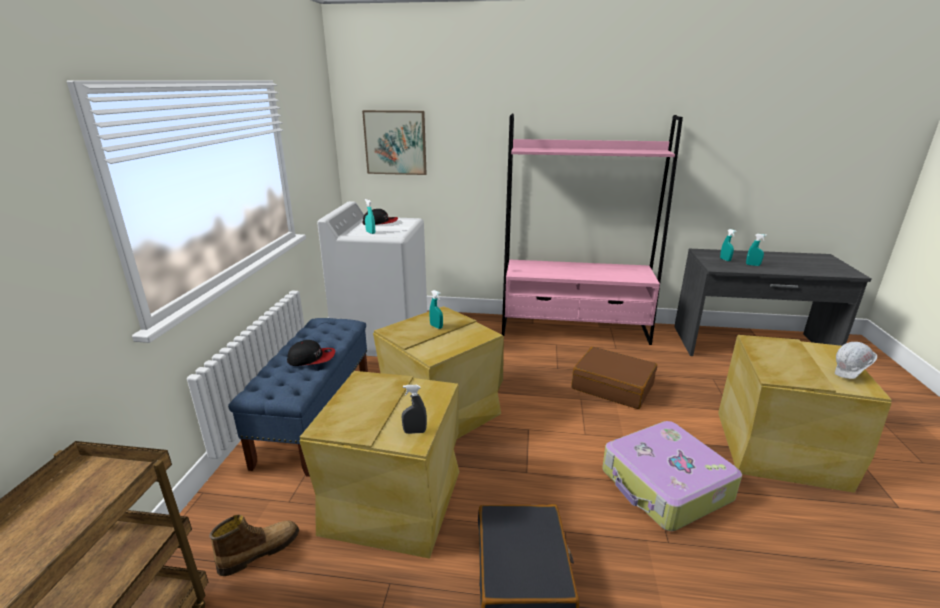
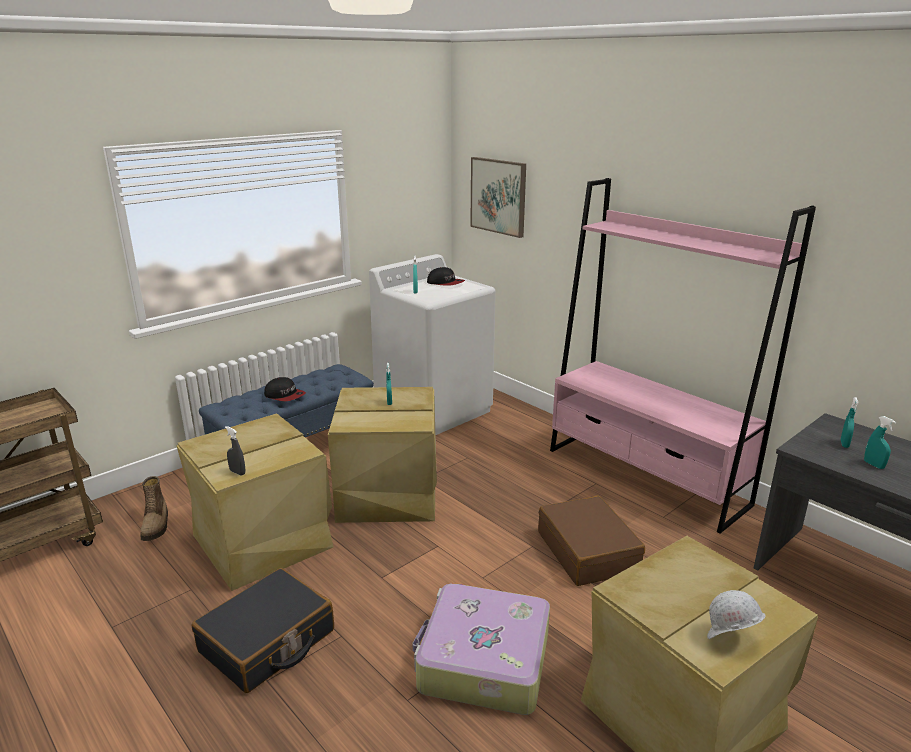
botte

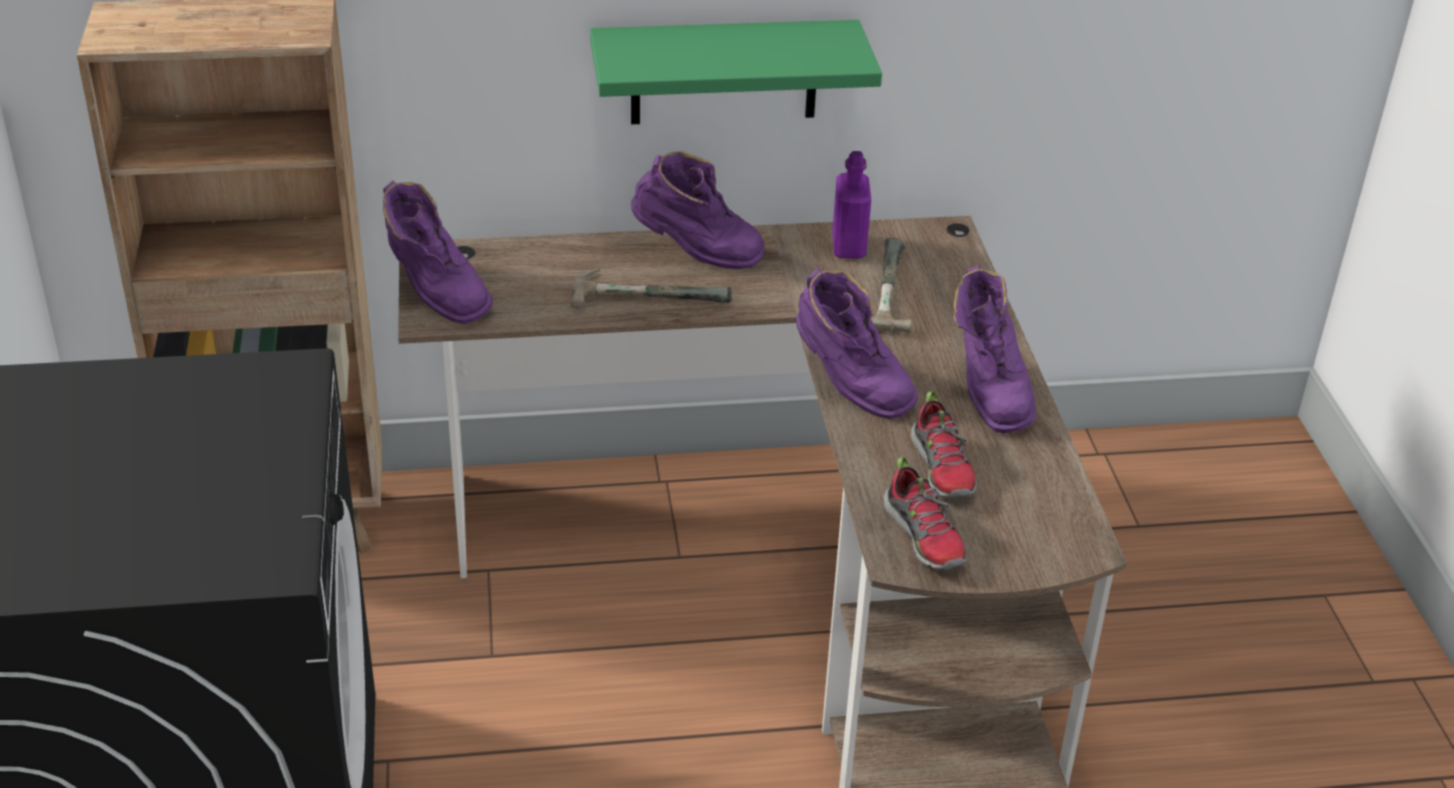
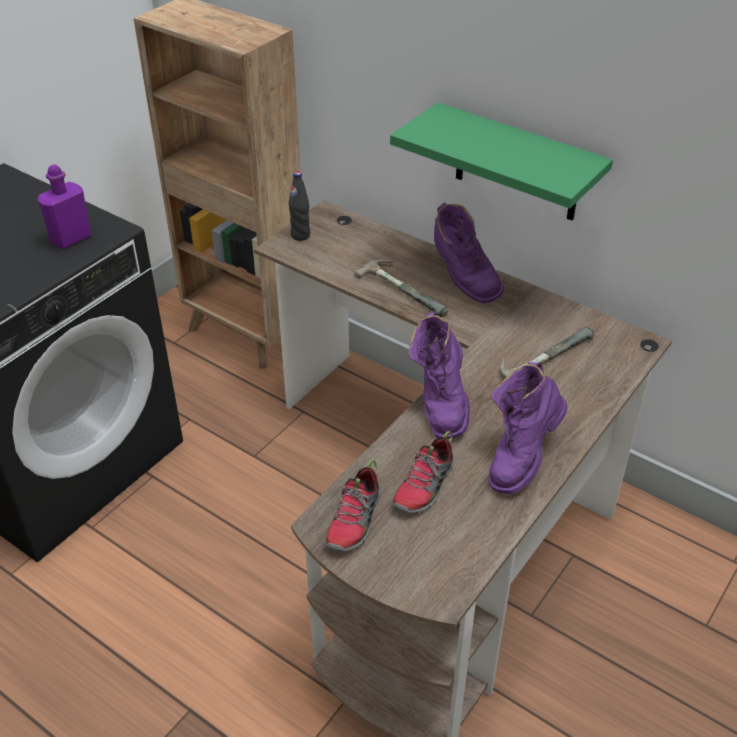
bouteille/violet
bouteille/noir

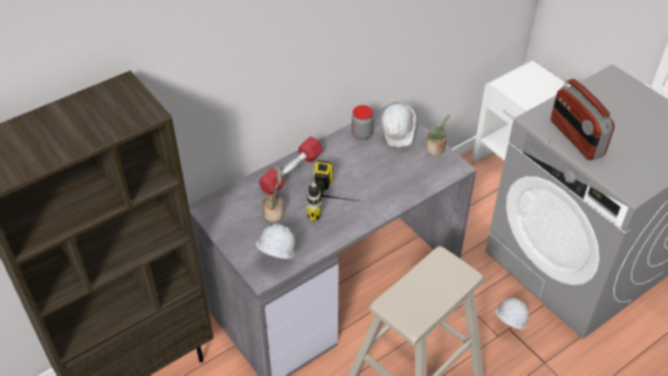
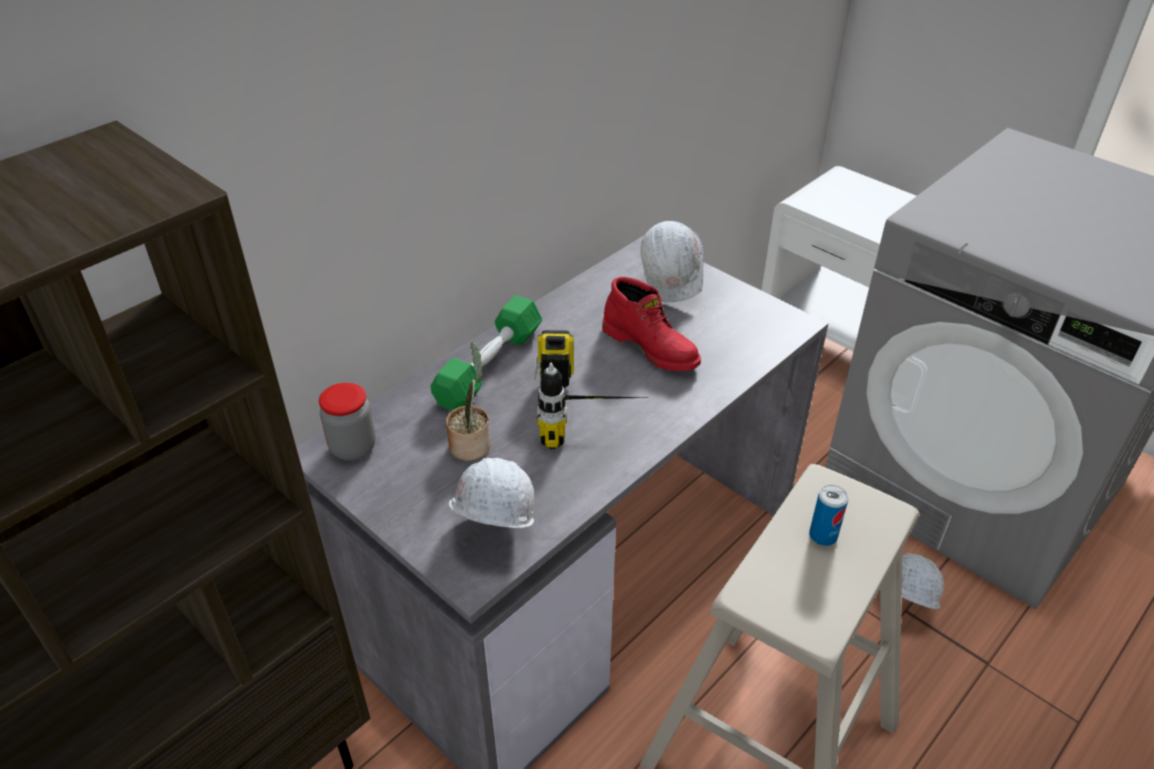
bocal
haltère/vert
botte/rouge
boîte métallique
plante en pot (no. 2 from left in the first image)
radio

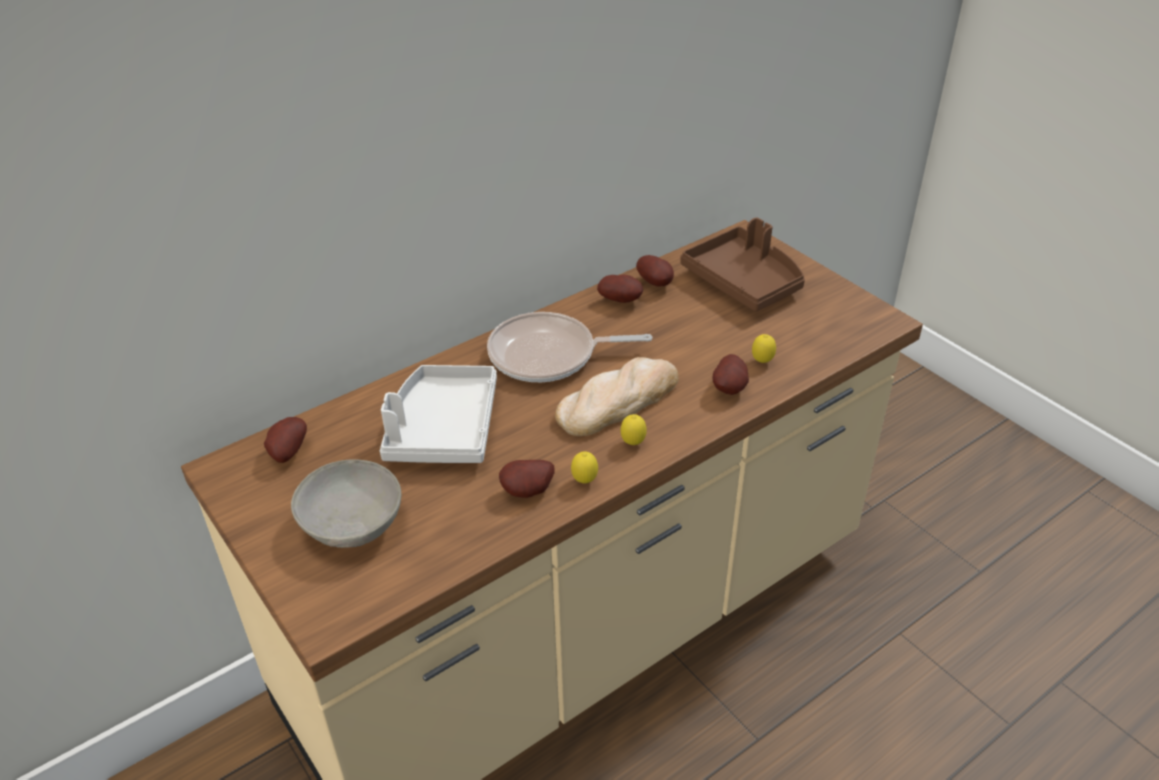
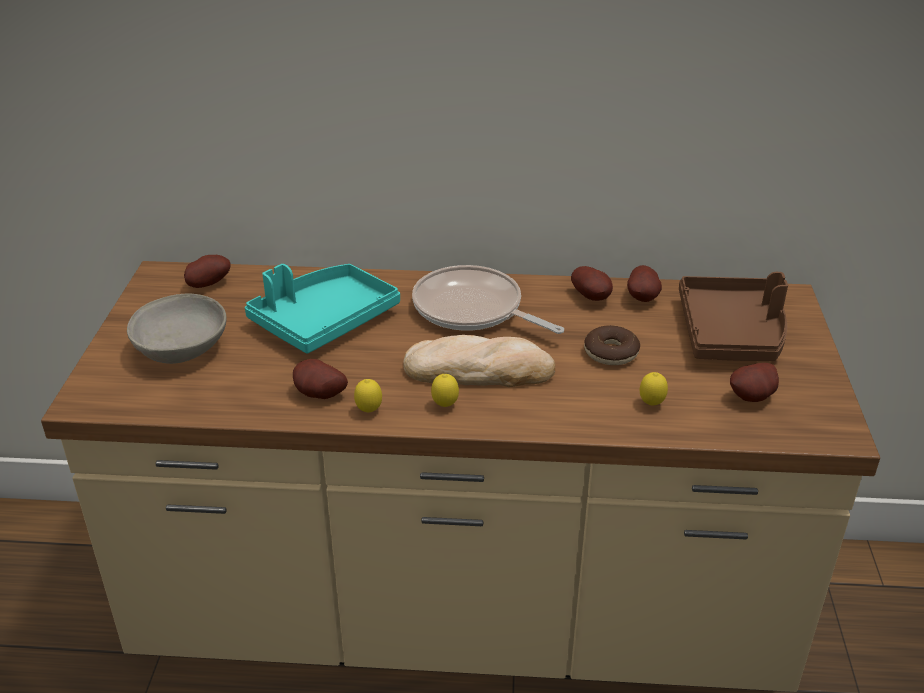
plateau/turquoise
beignet
pomme de terre (no. 5 from left)

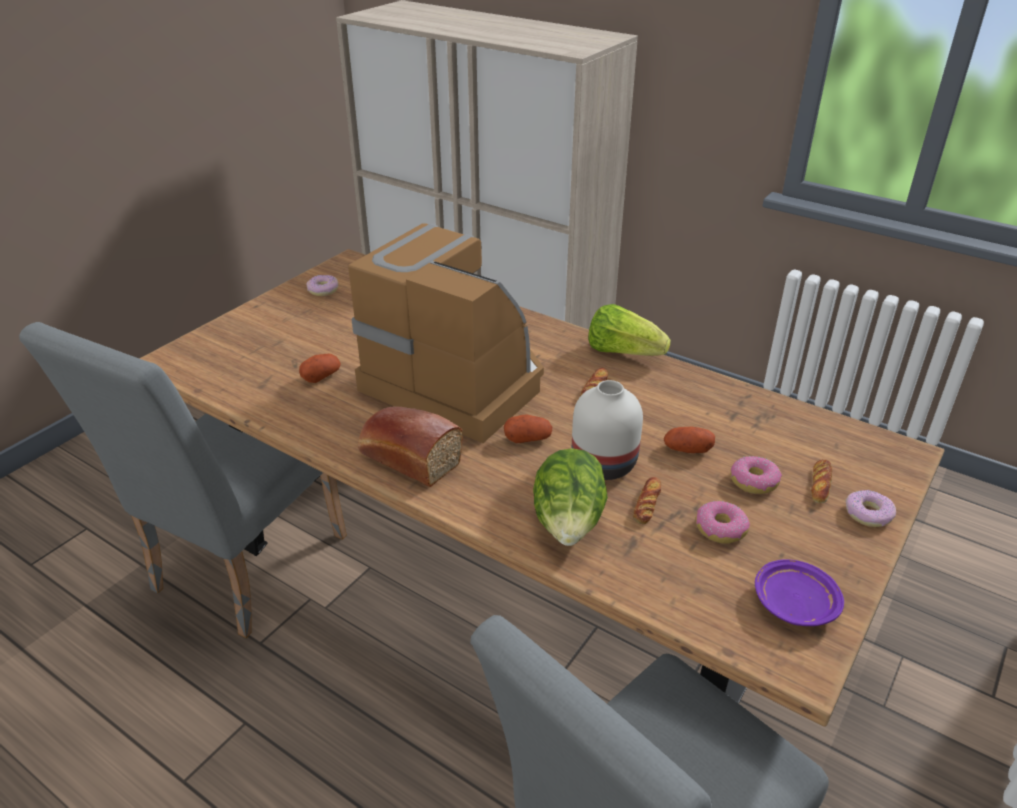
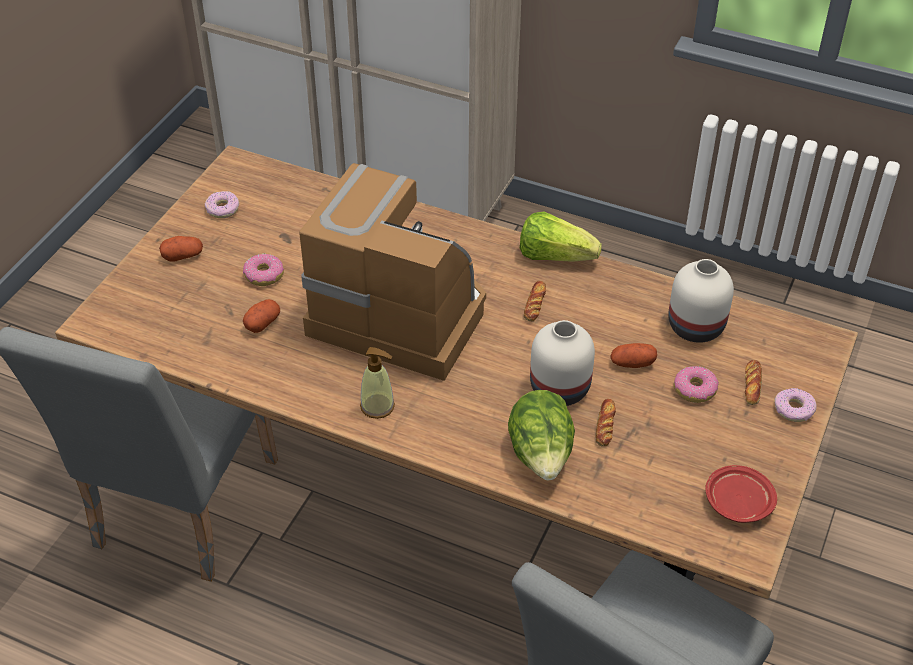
pomme de terre (no. 1 from left)
beignet (no. 2 from left)
distributeur de savon
vase/blanc (no. 2 from left)
assiette/rouge

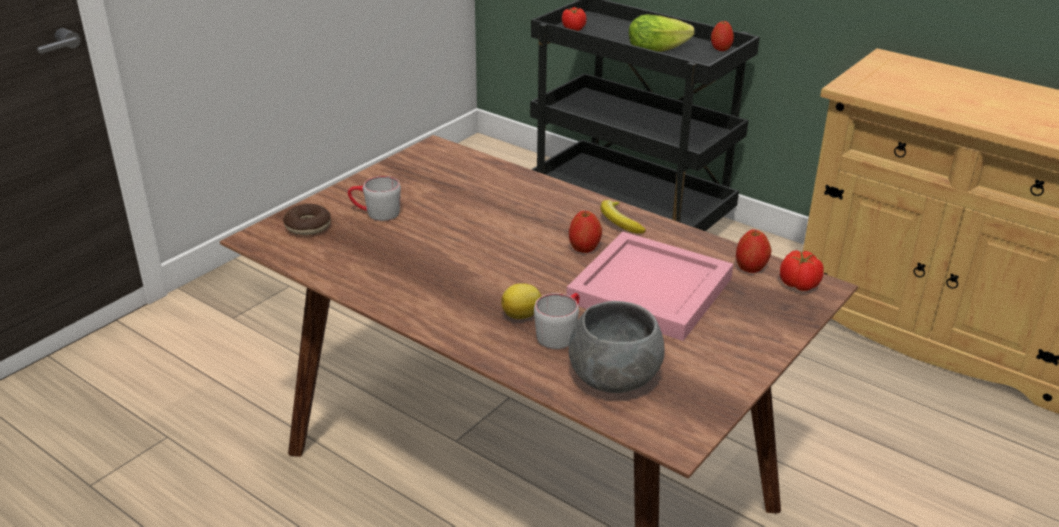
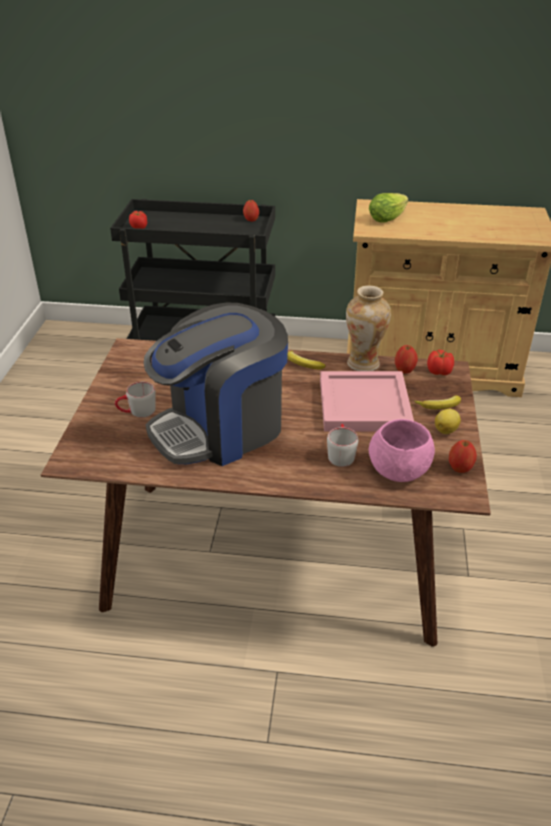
machine à café
vase
laitue
bol/rose
banane (no. 2 from left)
citron
pomme (no. 3 from left)
beignet

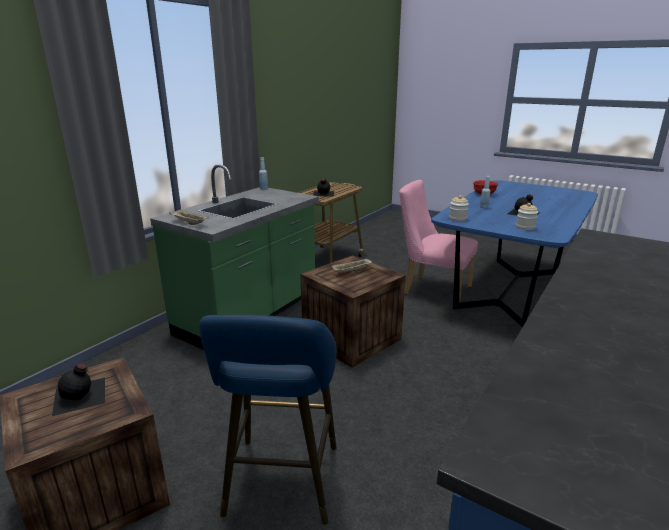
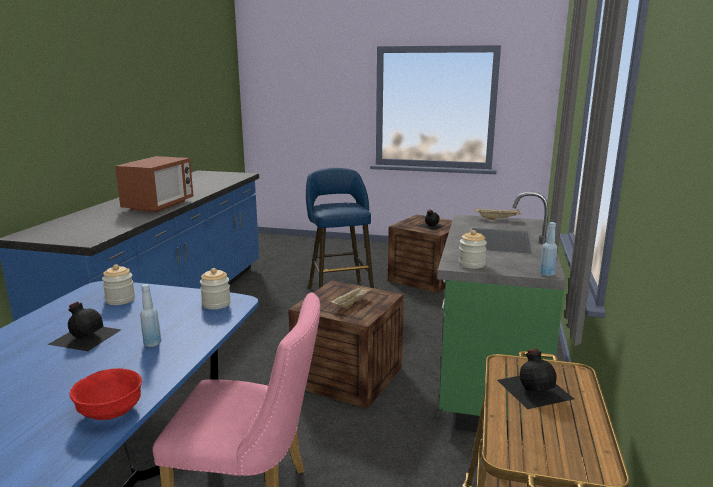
micro-ondes
bocal (no. 3 from left)

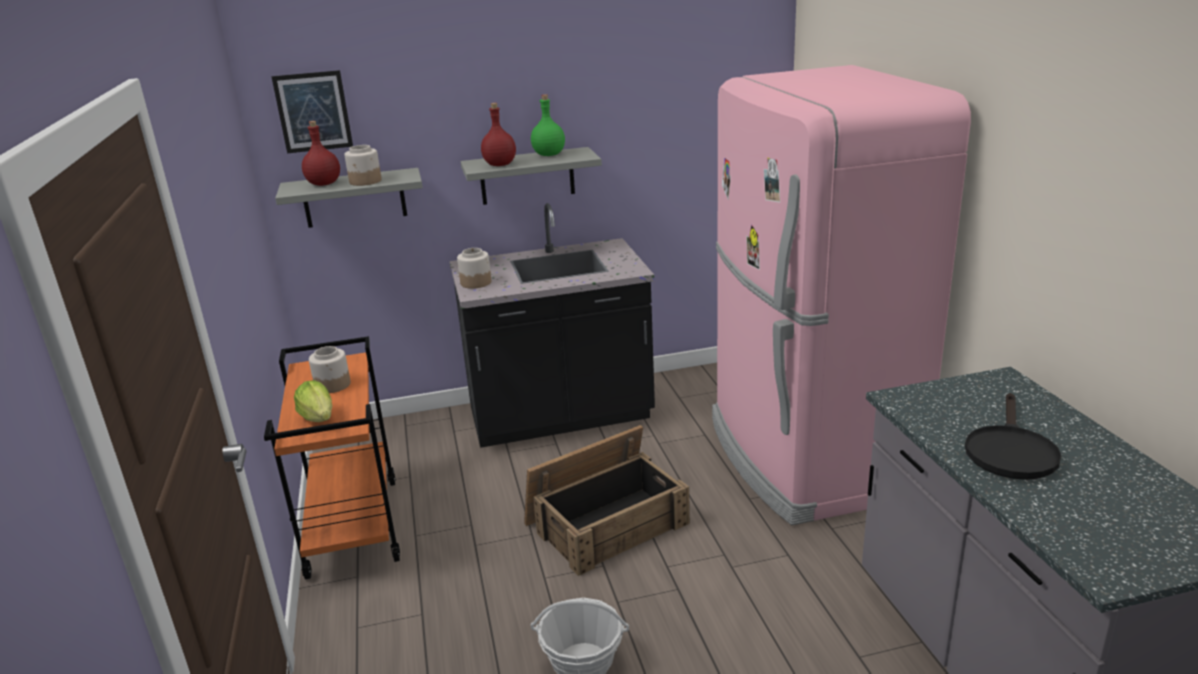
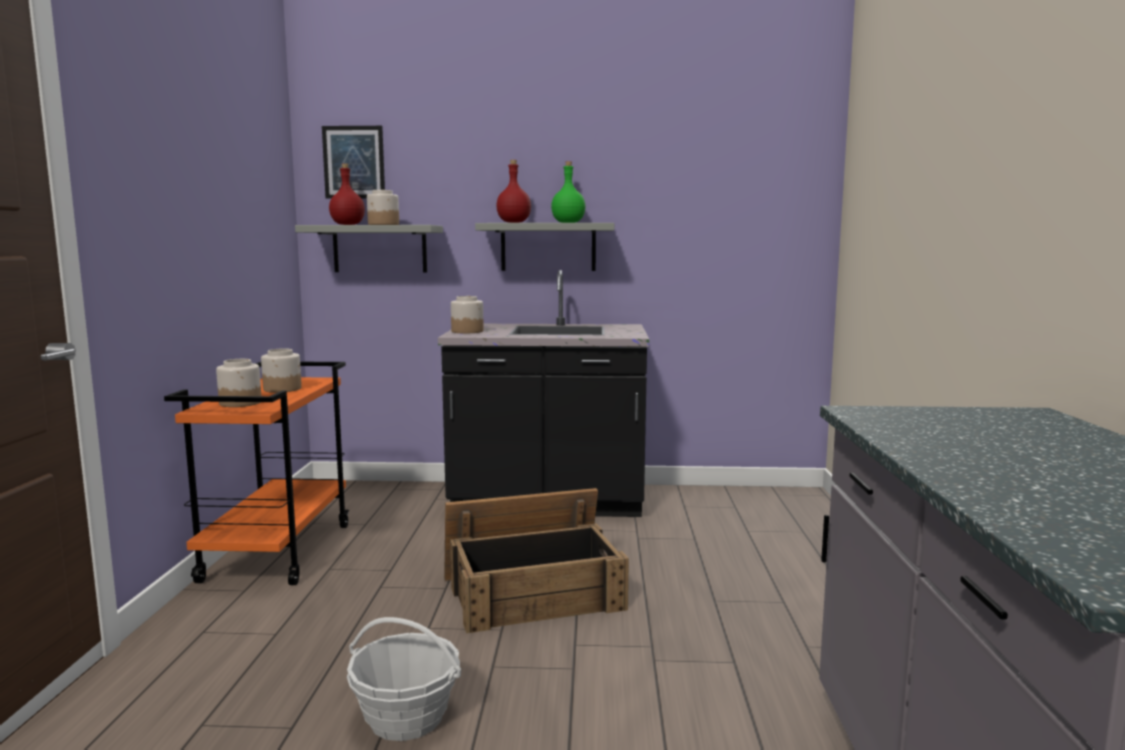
bocal (no. 1 from left)
réfrigérateur/rose
poêle/noir

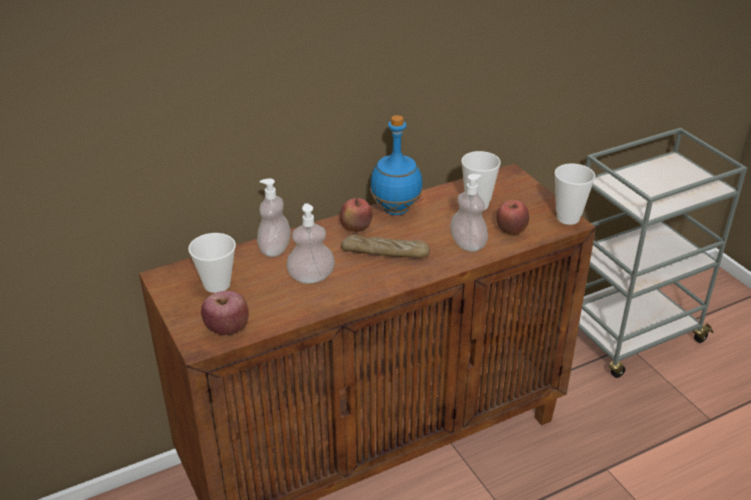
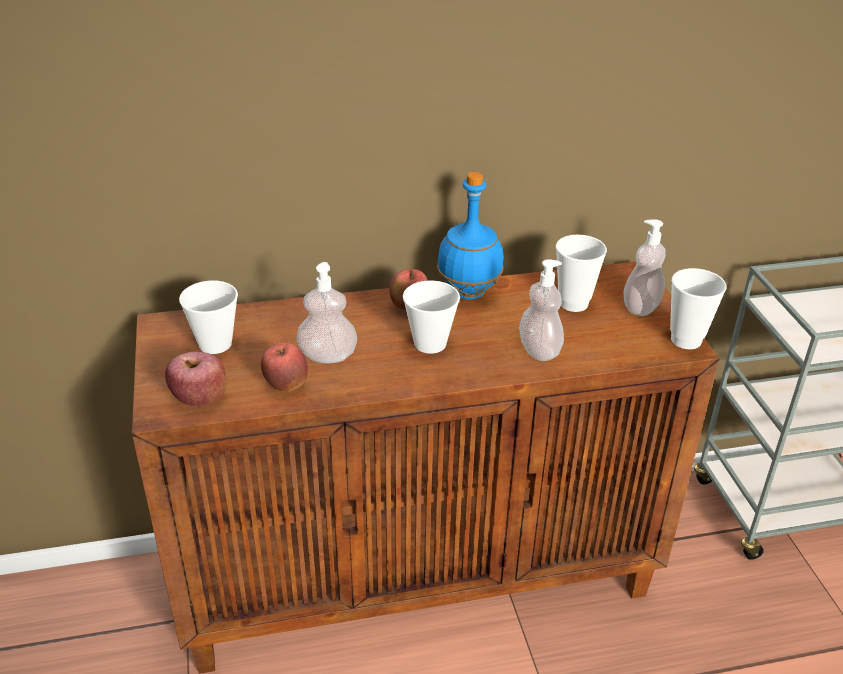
pomme (no. 2 from left)
tasse (no. 2 from left)
distributeur de savon (no. 3 from left)

